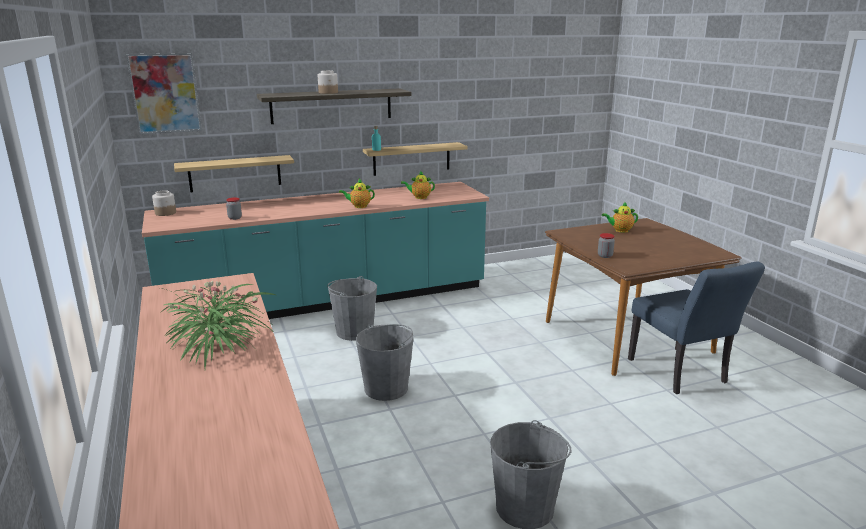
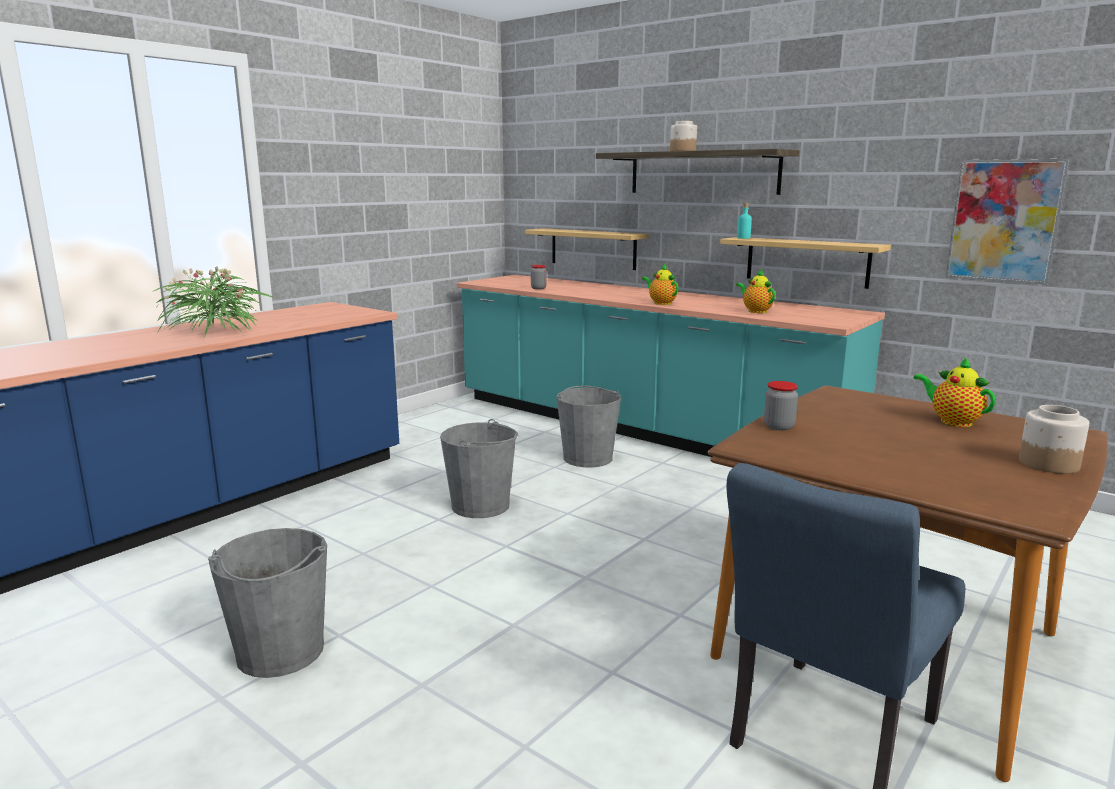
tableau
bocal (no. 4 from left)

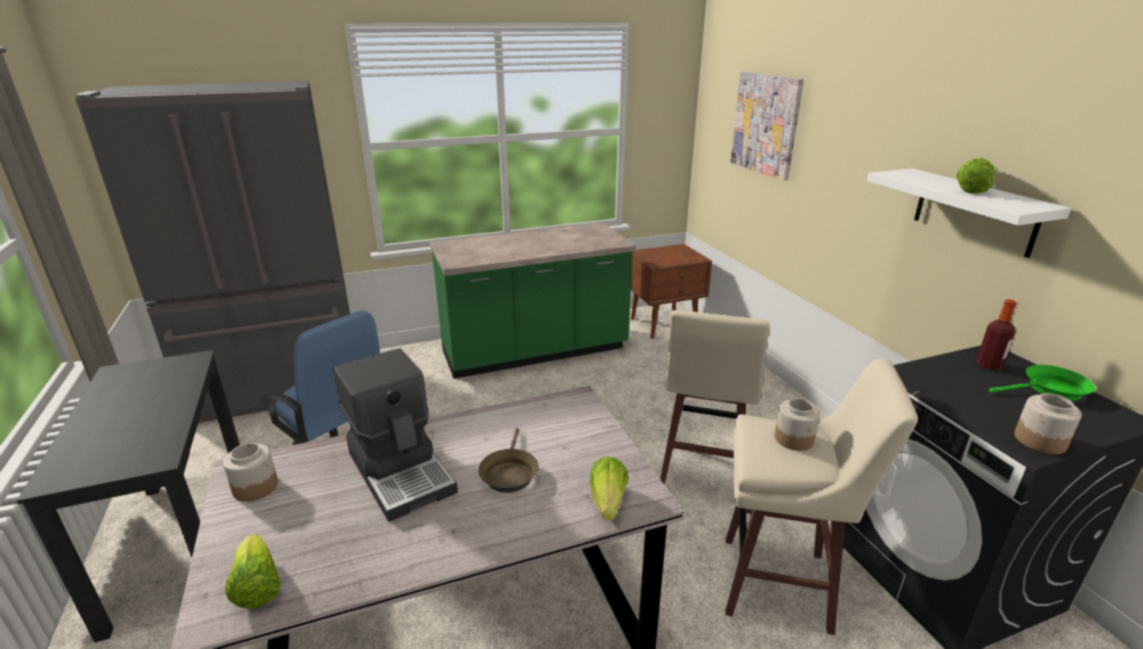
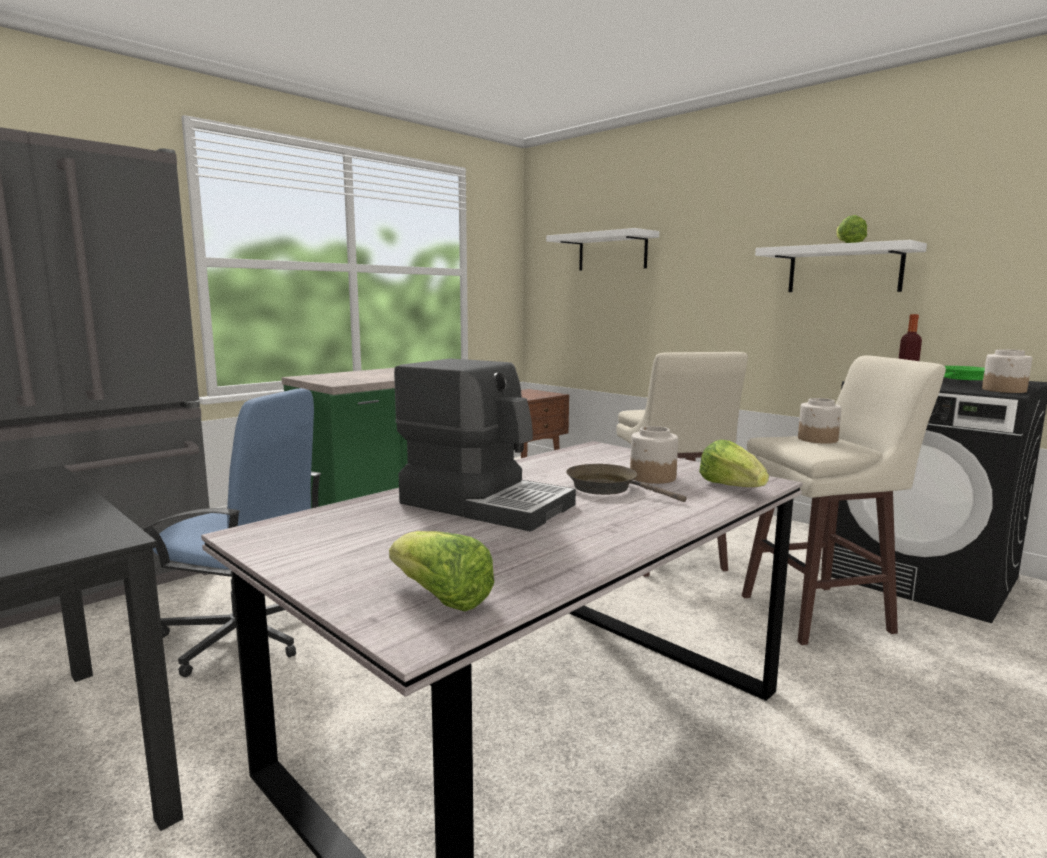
étagère/blanc (no. 1 from left)
poêle/marron
bocal (no. 1 from left)

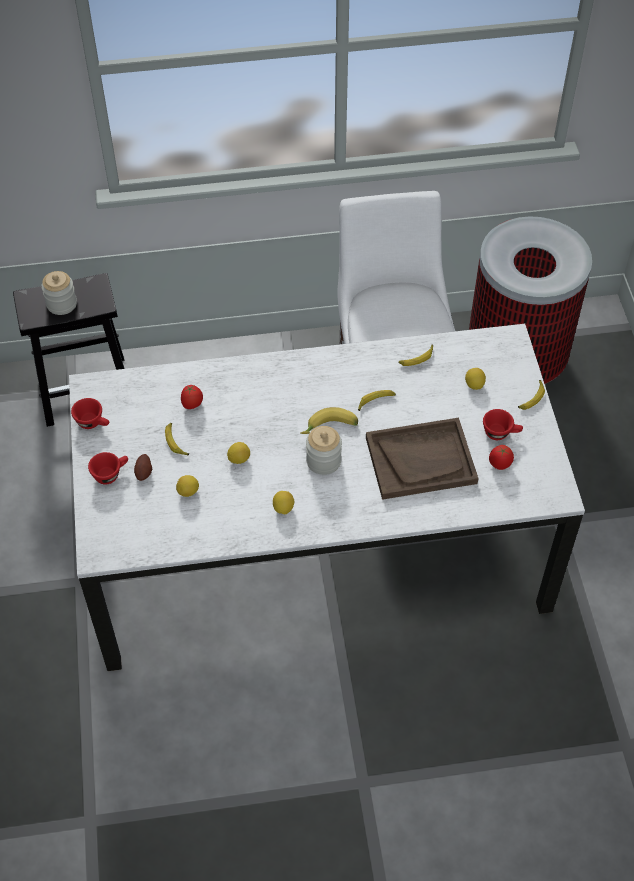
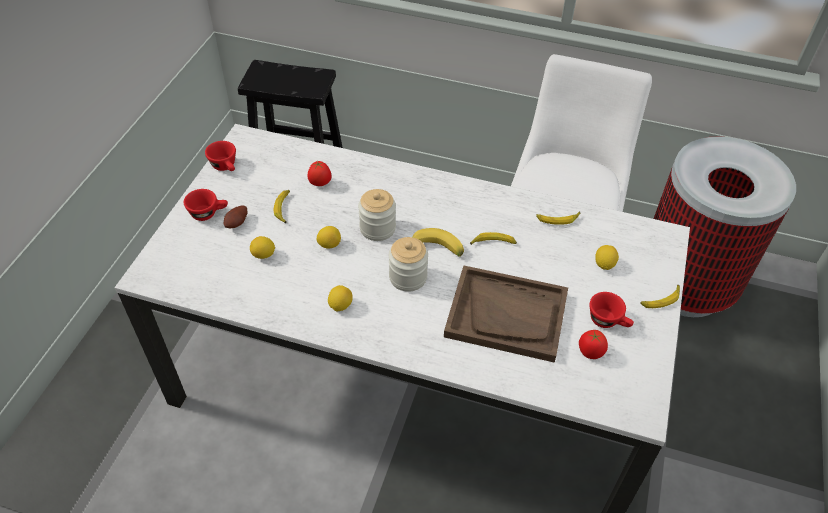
bocal (no. 1 from left)

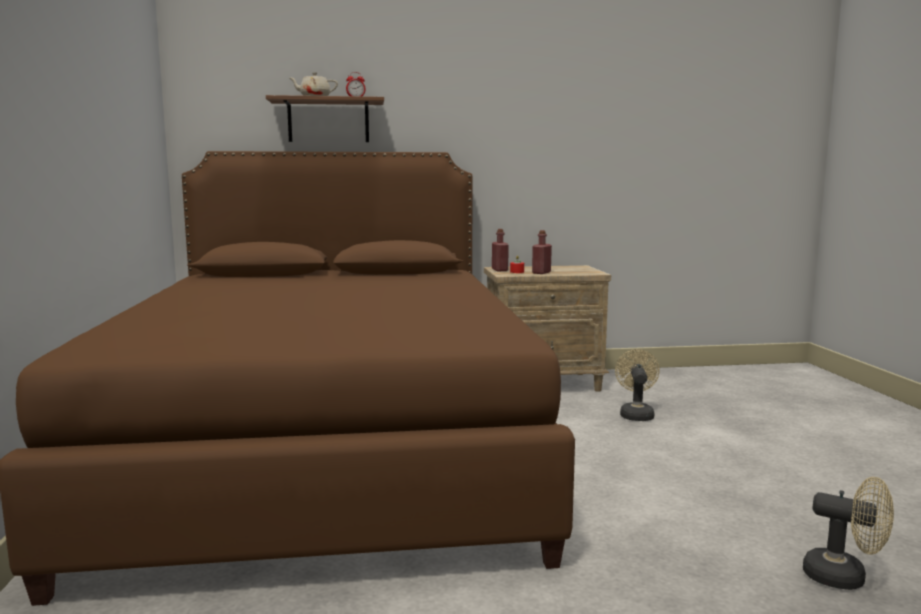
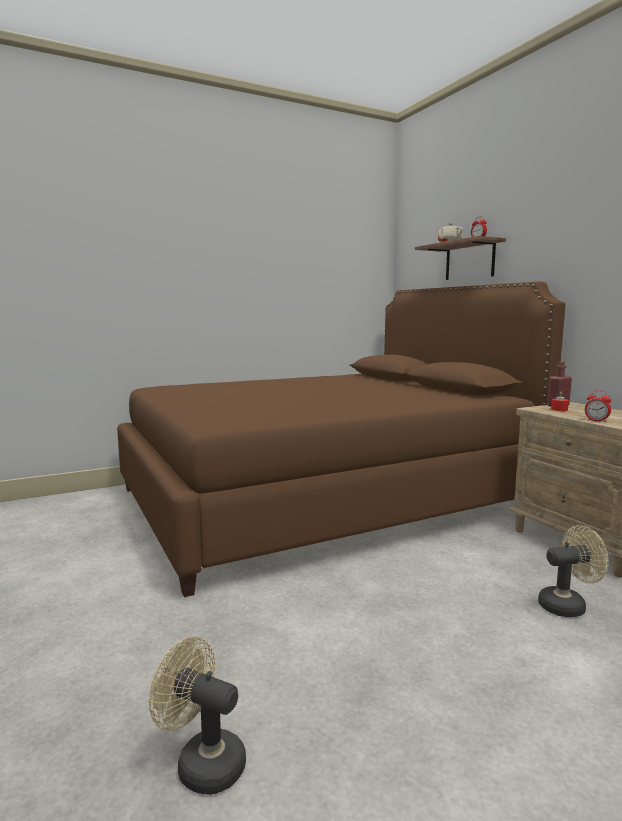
ventilateur/beige (no. 1 from left)
réveil (no. 2 from left)
bouteille/rouge (no. 2 from left in the first image)

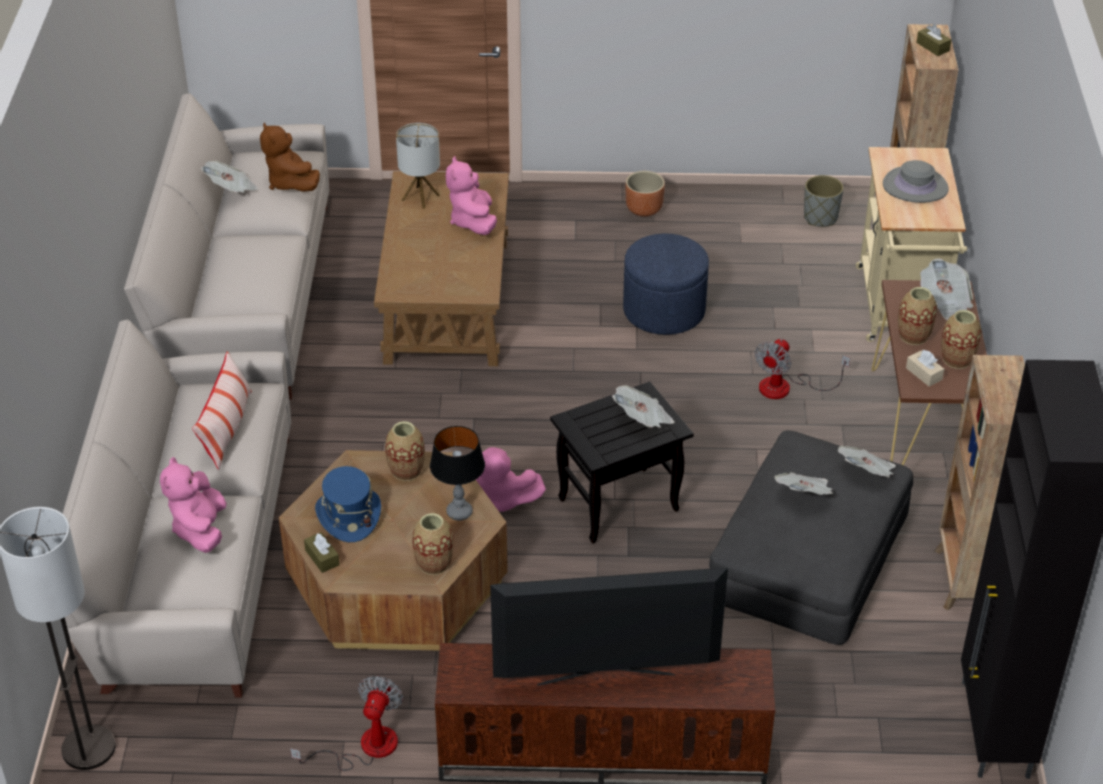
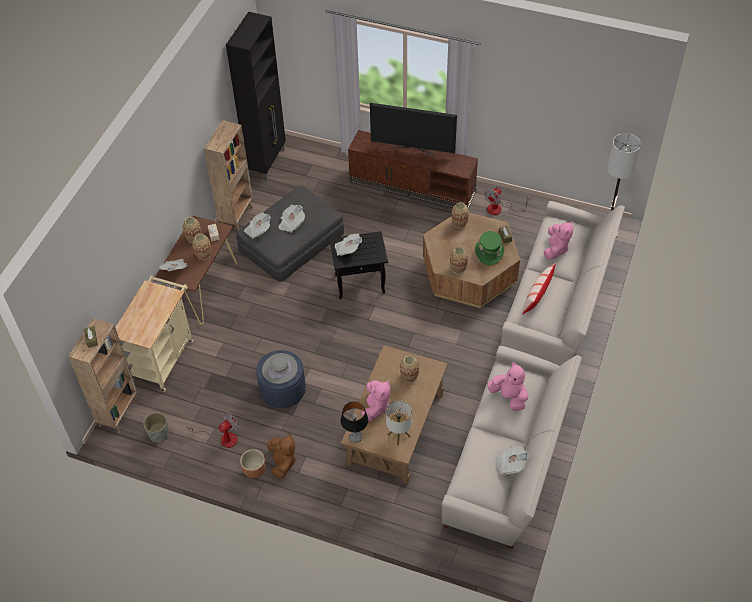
ventilateur (no. 1 from left)
chapeau/gris
peluche/marron
lampe de table (no. 1 from left)
vase (no. 3 from left)
chapeau/vert
peluche/rose (no. 2 from left)

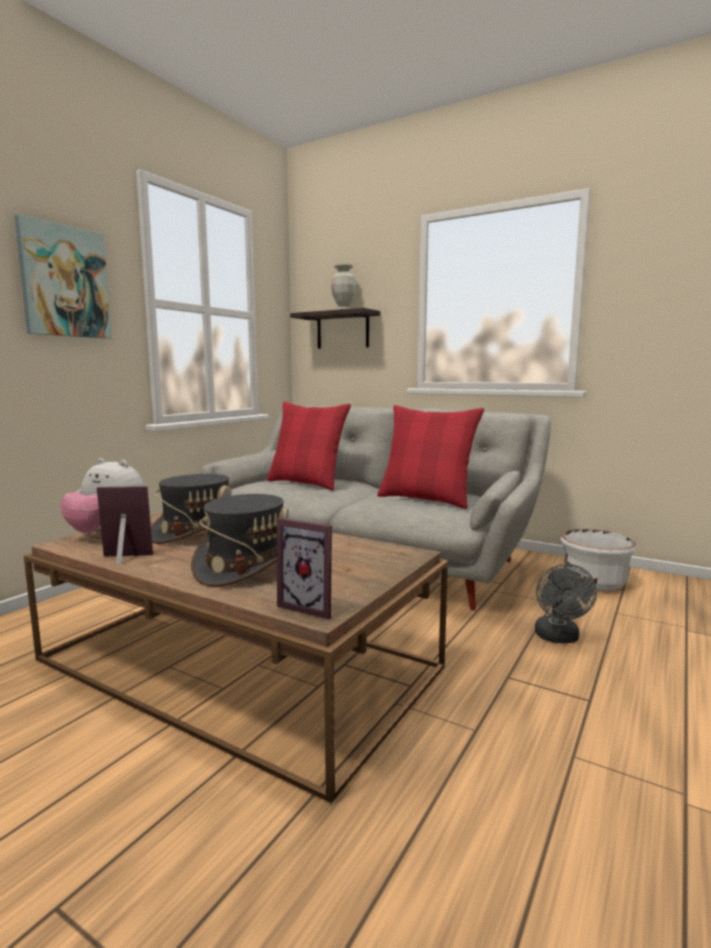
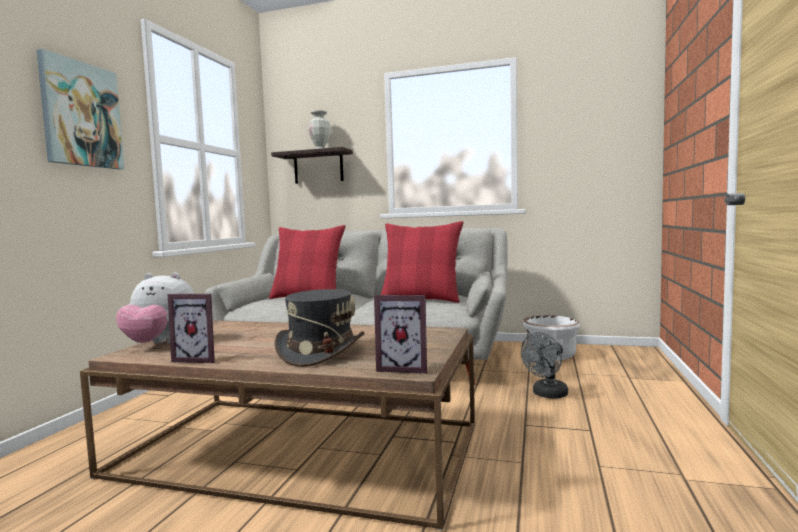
cadre photo (no. 1 from left)
ventilateur/gris
chapeau/gris (no. 1 from left in the first image)

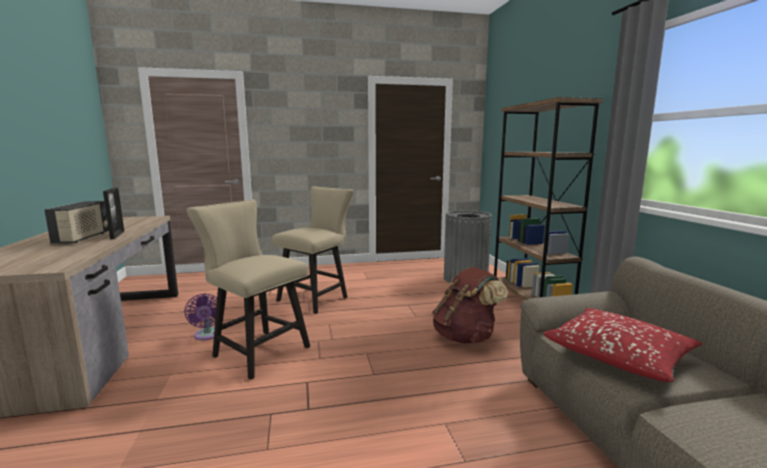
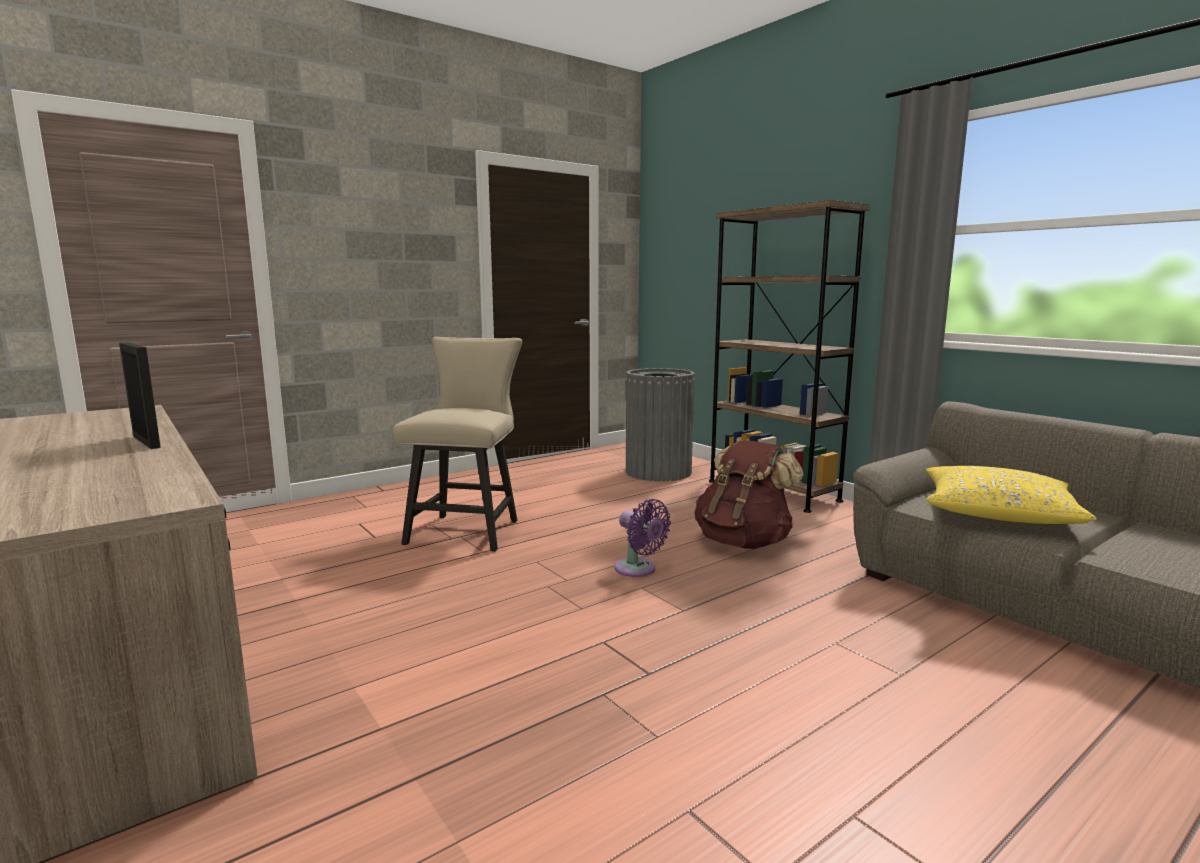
ventilateur/violet
coussin/jaune
radio
chaise/beige (no. 1 from left in the first image)

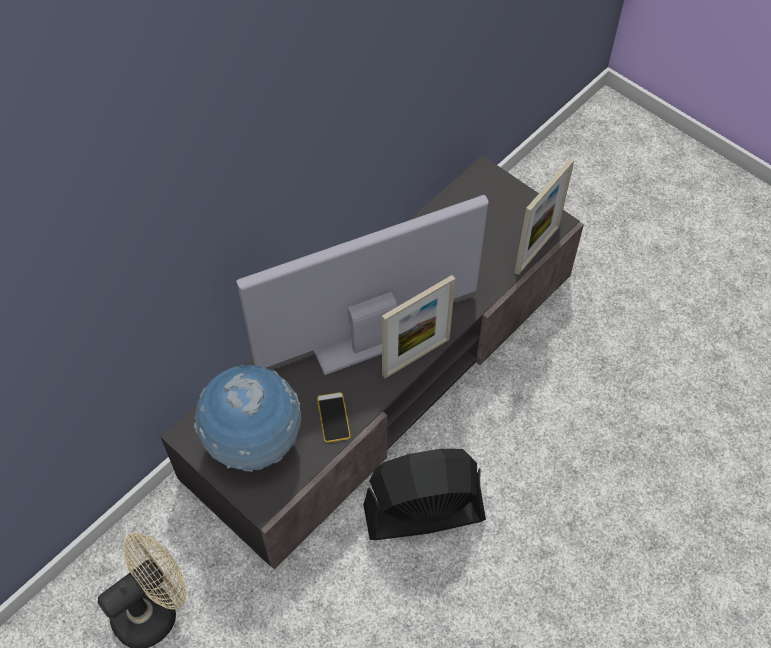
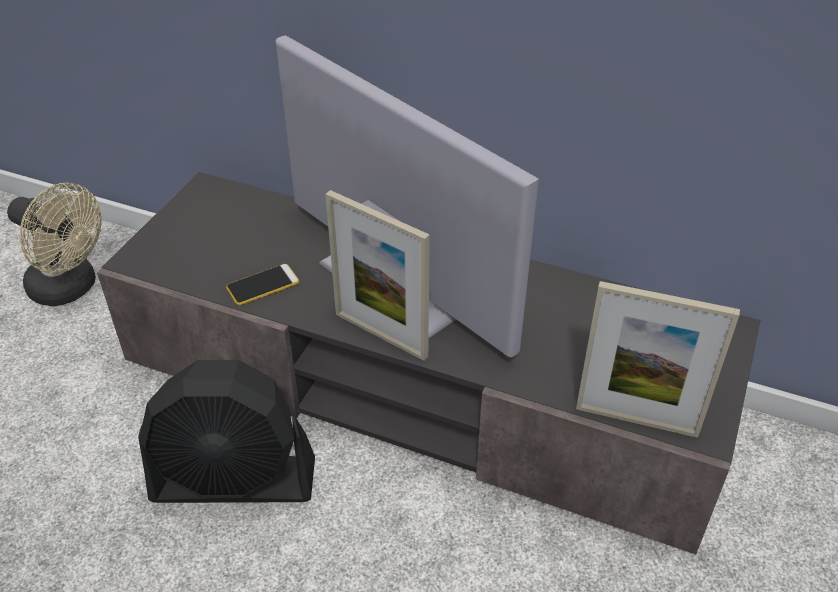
ventilateur/noir
globe

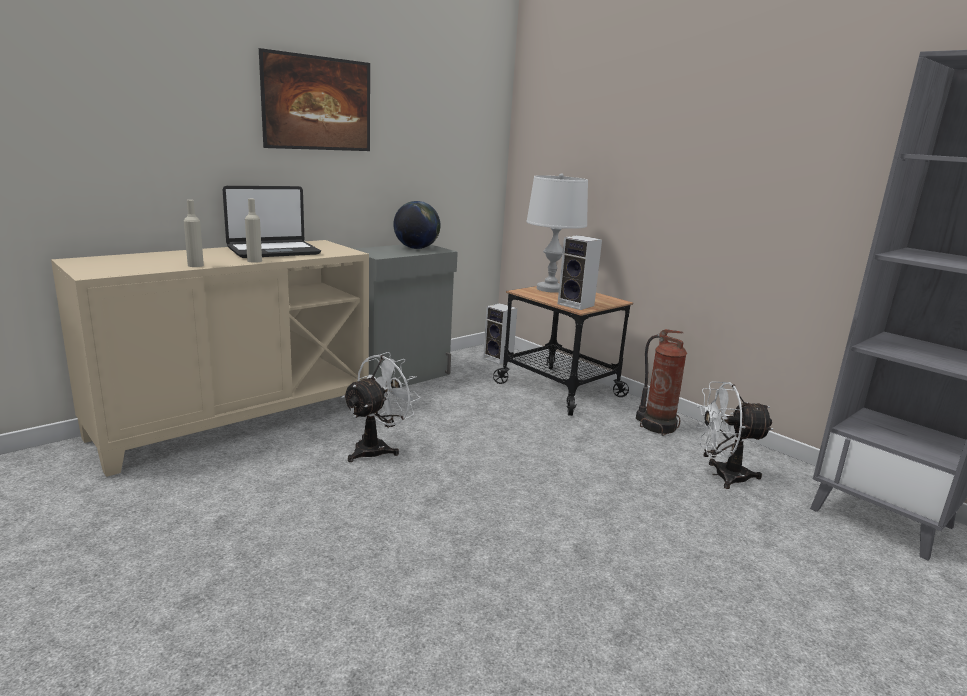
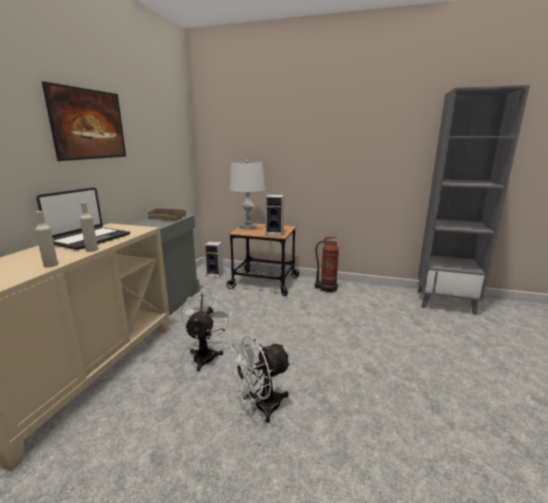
livre/marron
ventilateur/blanc (no. 2 from left)

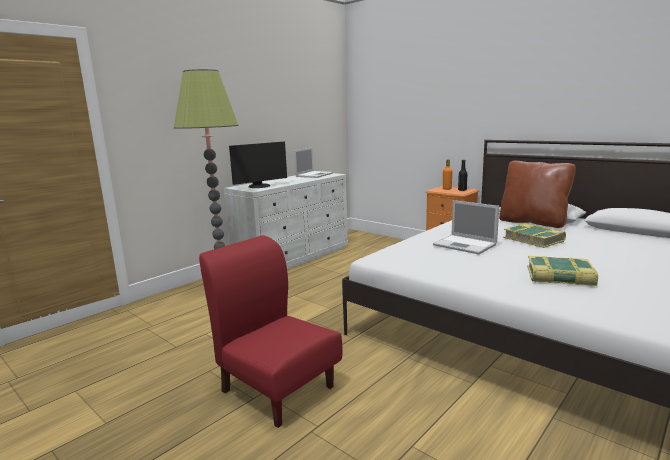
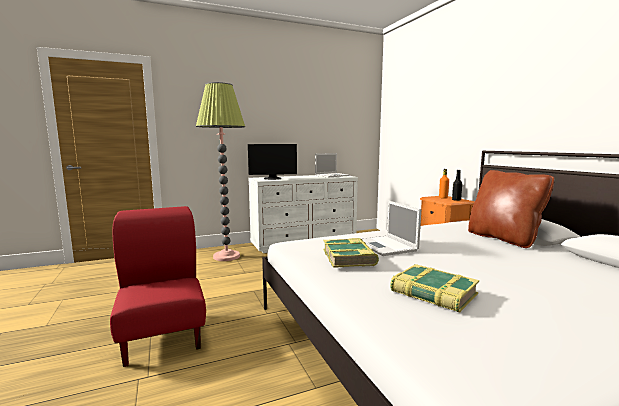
livre (no. 1 from left)

